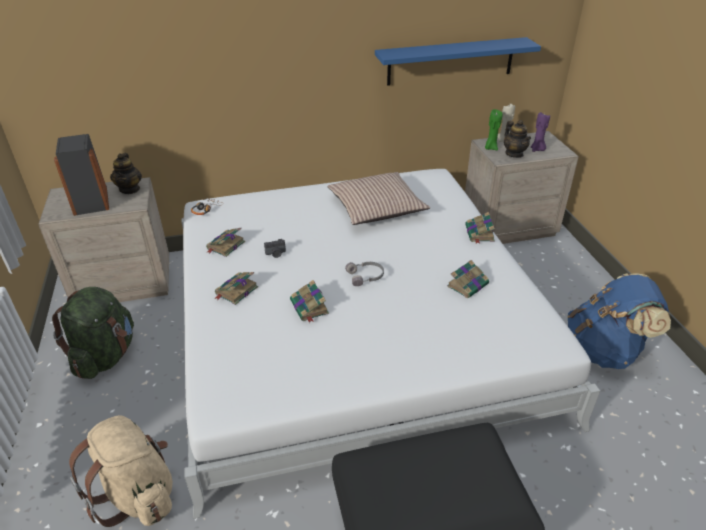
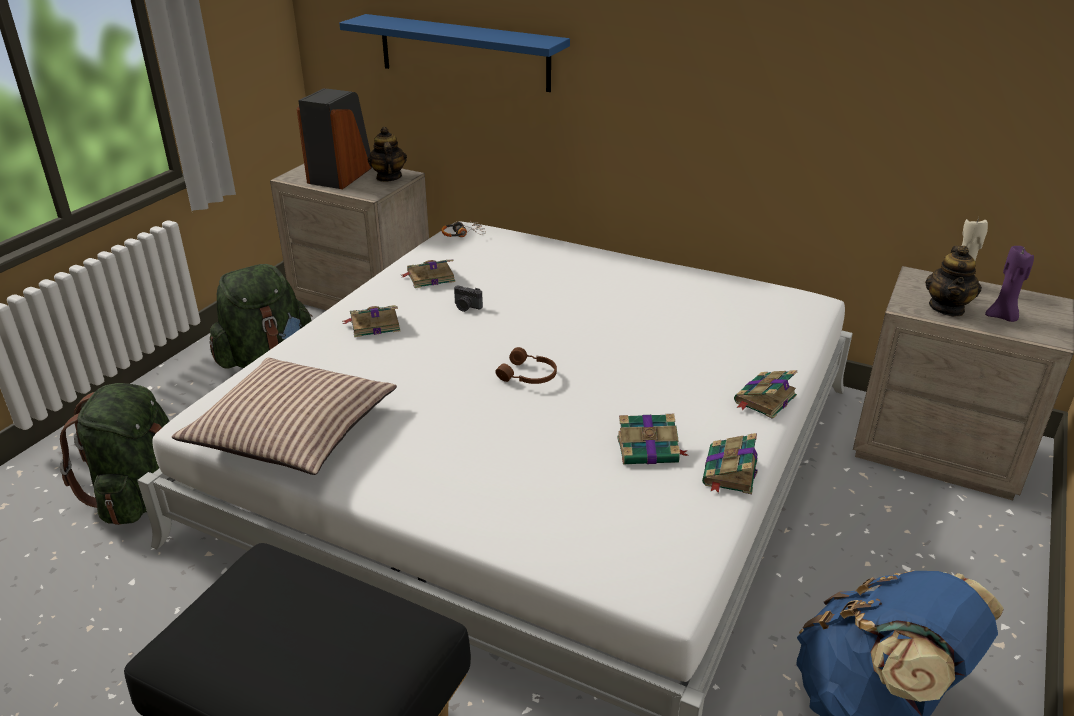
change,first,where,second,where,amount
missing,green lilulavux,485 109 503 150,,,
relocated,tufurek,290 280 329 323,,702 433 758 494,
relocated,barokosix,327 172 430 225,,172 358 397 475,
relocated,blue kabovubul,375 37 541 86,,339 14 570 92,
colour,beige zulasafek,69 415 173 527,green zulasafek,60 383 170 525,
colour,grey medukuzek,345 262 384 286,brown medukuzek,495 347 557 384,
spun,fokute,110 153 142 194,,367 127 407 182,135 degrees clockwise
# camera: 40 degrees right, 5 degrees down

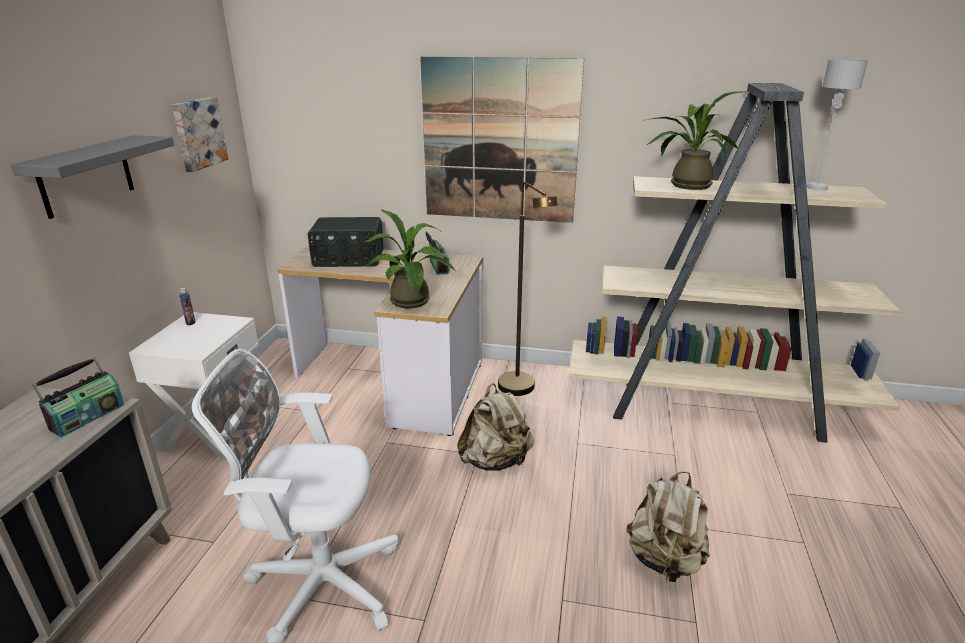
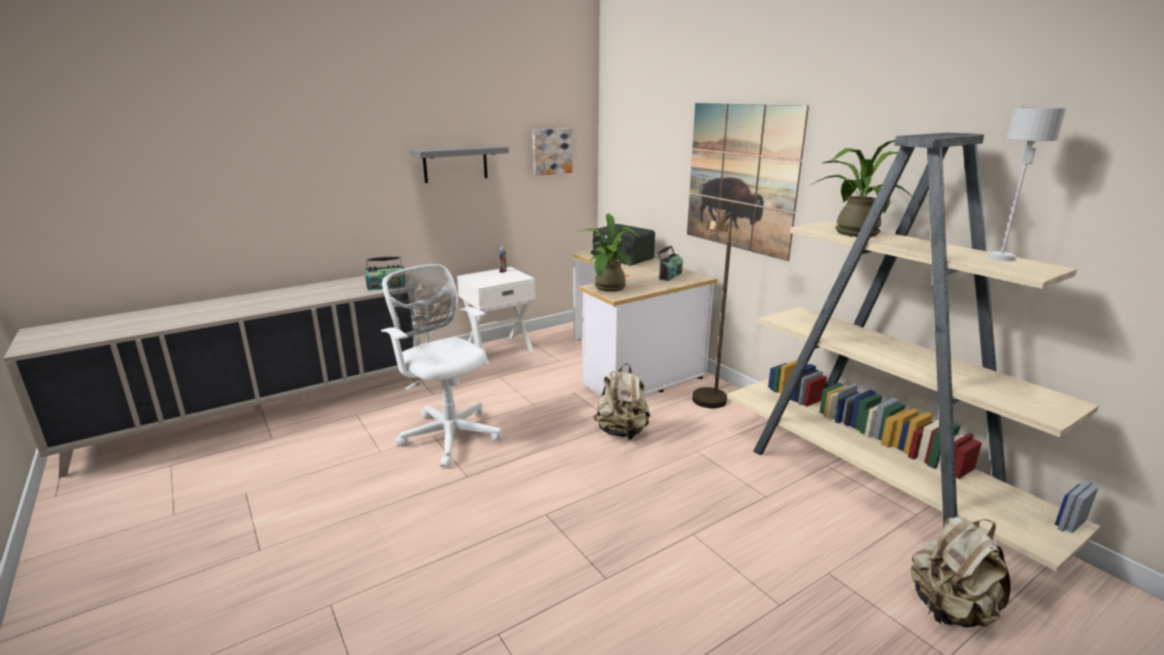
change,first,where,second,where,amount
relocated,beige zulasafek,627 472 710 582,,911 517 1010 627,
# camera: 45 degrees right, 5 degrees down

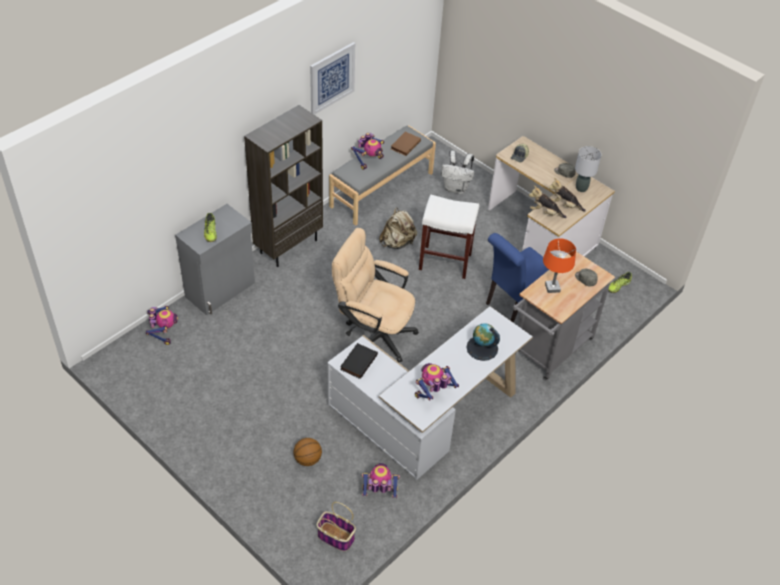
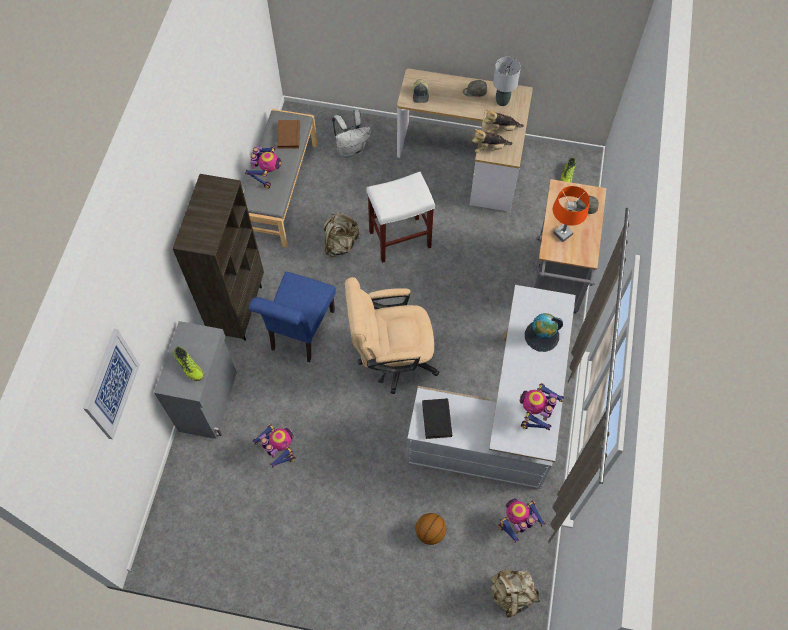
change,first,where,second,where,amount
relocated,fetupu,146 306 178 345,,253 424 295 468,
relocated,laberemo,310 42 355 115,,83 329 140 439,
relocated,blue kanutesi,486 233 549 323,,249 271 336 362,
exchanged,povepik,317 502 356 551,beige zulasafek,490 570 540 618,
# camera: 30 degrees left, 15 degrees up

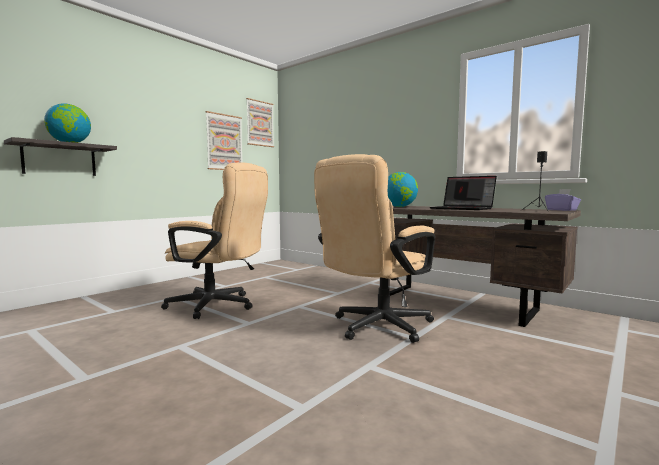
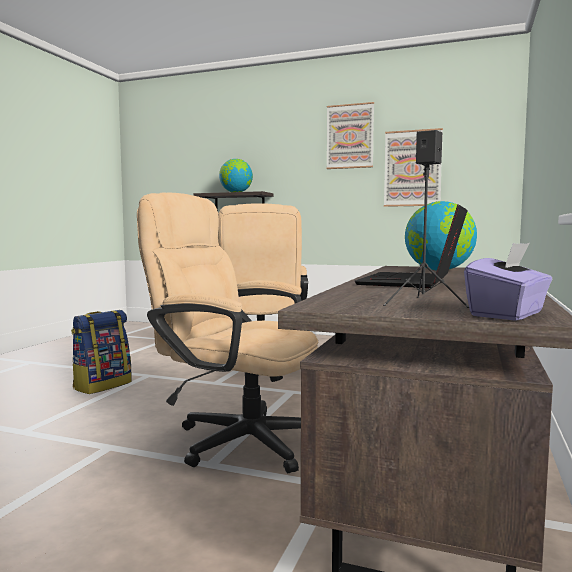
change,first,where,second,where,amount
appeared,,,zulasafek,71 310 132 394,
relocated,laberemo,246 98 274 147,,326 102 374 169,
# camera: 70 degrees right, 0 degrees up

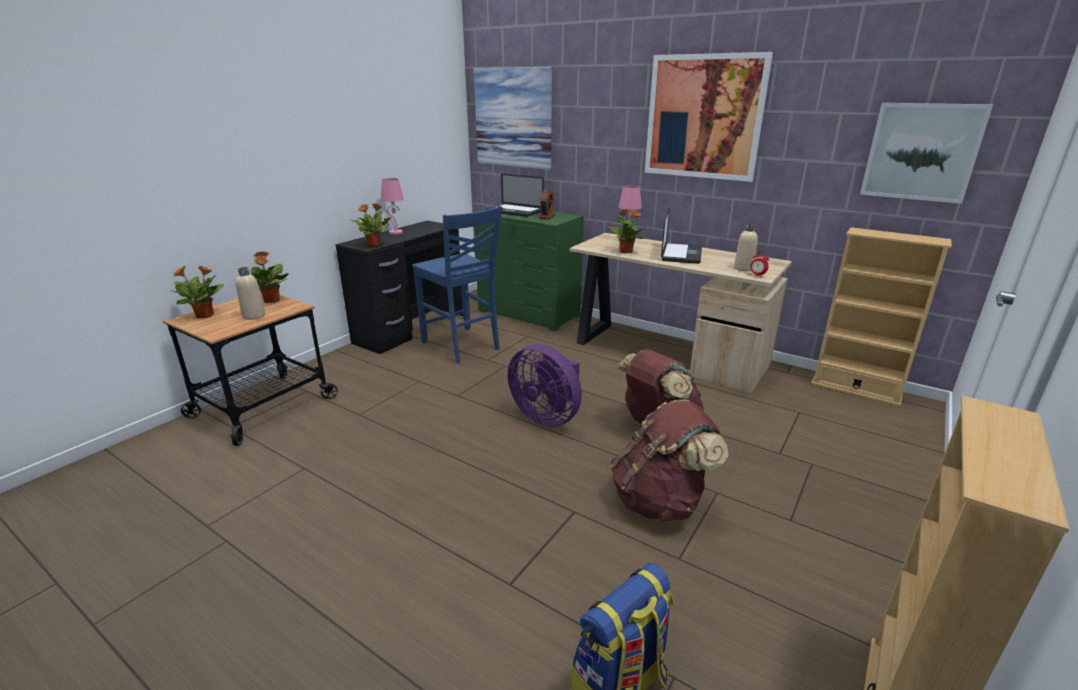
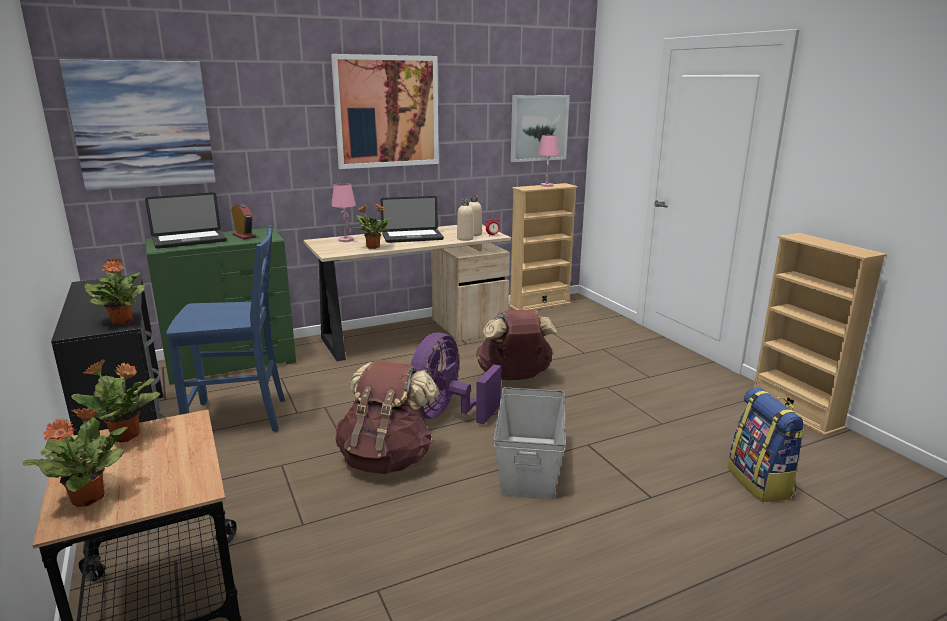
change,first,where,second,where,amount
appeared,,,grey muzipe,494 387 566 499,
relocated,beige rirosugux,236 267 265 320,,457 200 474 241,
relocated,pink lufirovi,381 178 404 235,,538 135 559 187,
relocated,brown zulasafek,610 400 729 522,,335 360 437 474,
spun,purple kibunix,508 344 582 427,,411 333 501 424,135 degrees clockwise
spun,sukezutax,661 208 702 264,,380 196 444 243,120 degrees clockwise
# camera: 60 degrees left, 5 degrees down

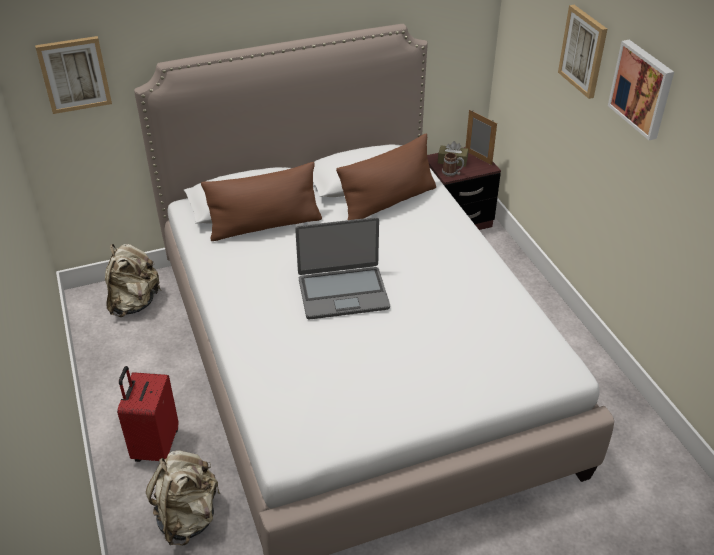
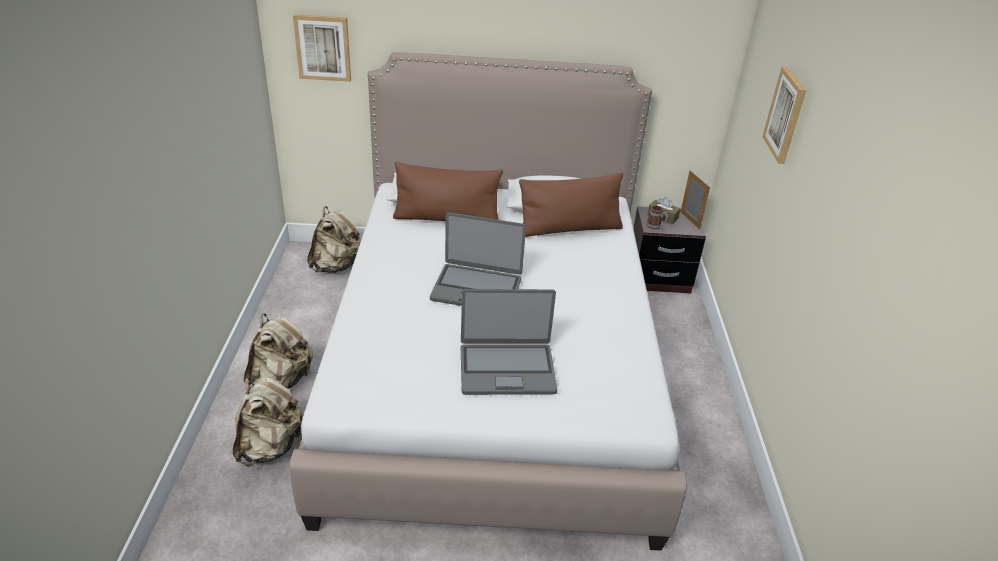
change,first,where,second,where,amount
missing,laberemo,608 40 674 140,,,
appeared,,,sukezutax,461 289 557 395,
exchanged,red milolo,117 366 178 462,beige zulasafek,244 313 313 389,
# camera: 20 degrees right, 5 degrees down

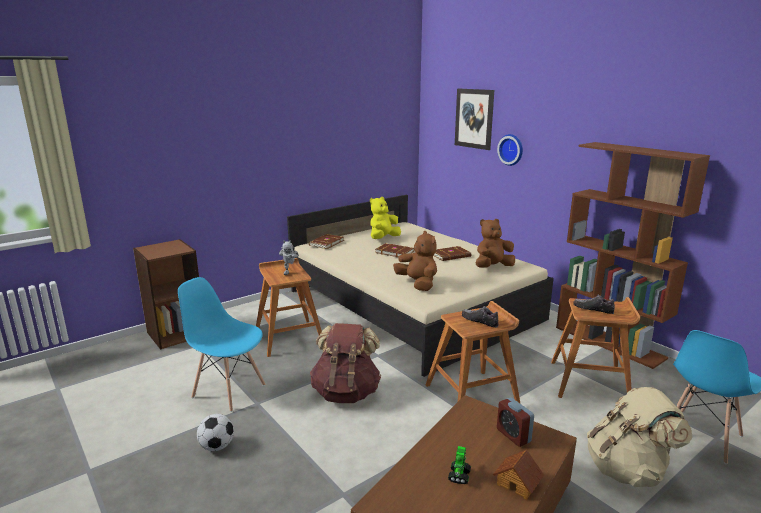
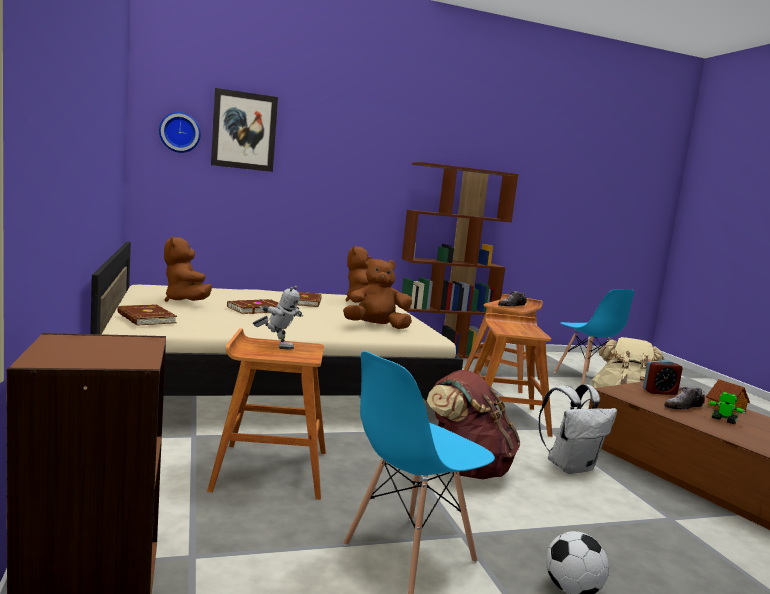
change,first,where,second,where,amount
appeared,,,white zulasafek,538 384 617 474,
relocated,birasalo,462 306 499 328,,664 387 705 410,
relocated,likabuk,497 134 523 166,,159 112 201 153,
colour,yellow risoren,370 197 401 239,brown risoren,164 236 212 302,
# camera: 70 degrees left, 10 degrees down

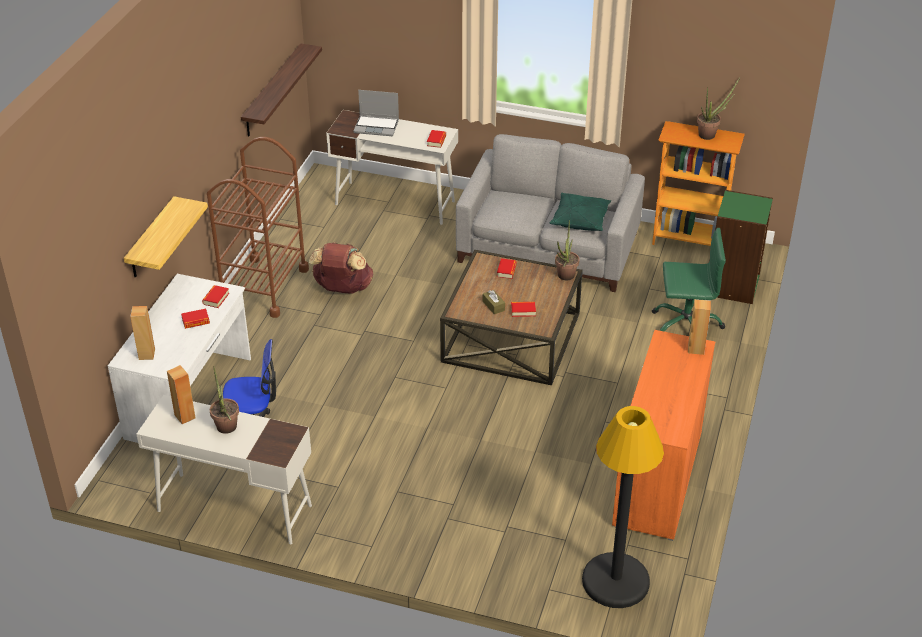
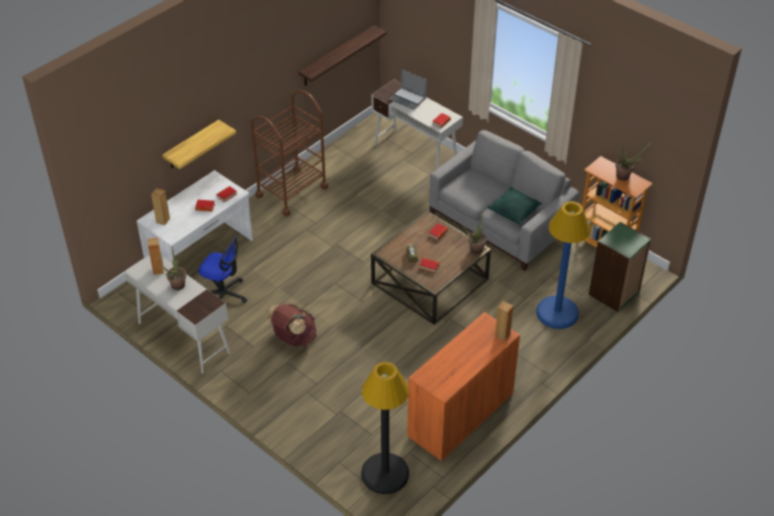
change,first,where,second,where,amount
relocated,brown zulasafek,309 242 373 294,,264 304 317 346,
exchanged,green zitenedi,652 228 726 332,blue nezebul,536 201 590 329,
# camera: 25 degrees right, 5 degrees up

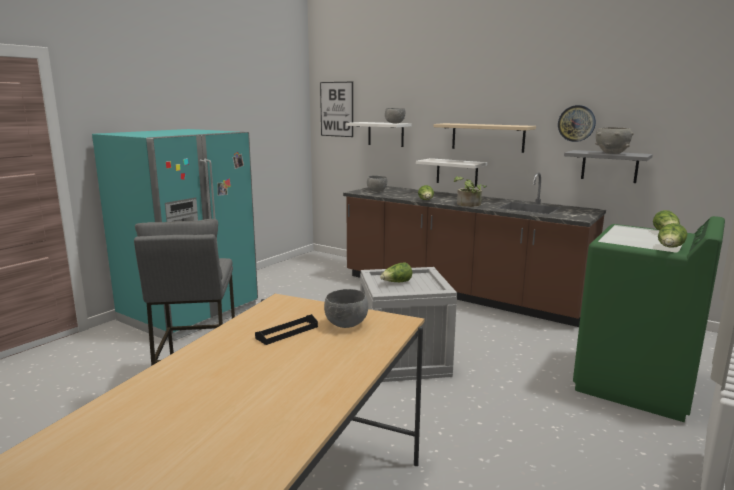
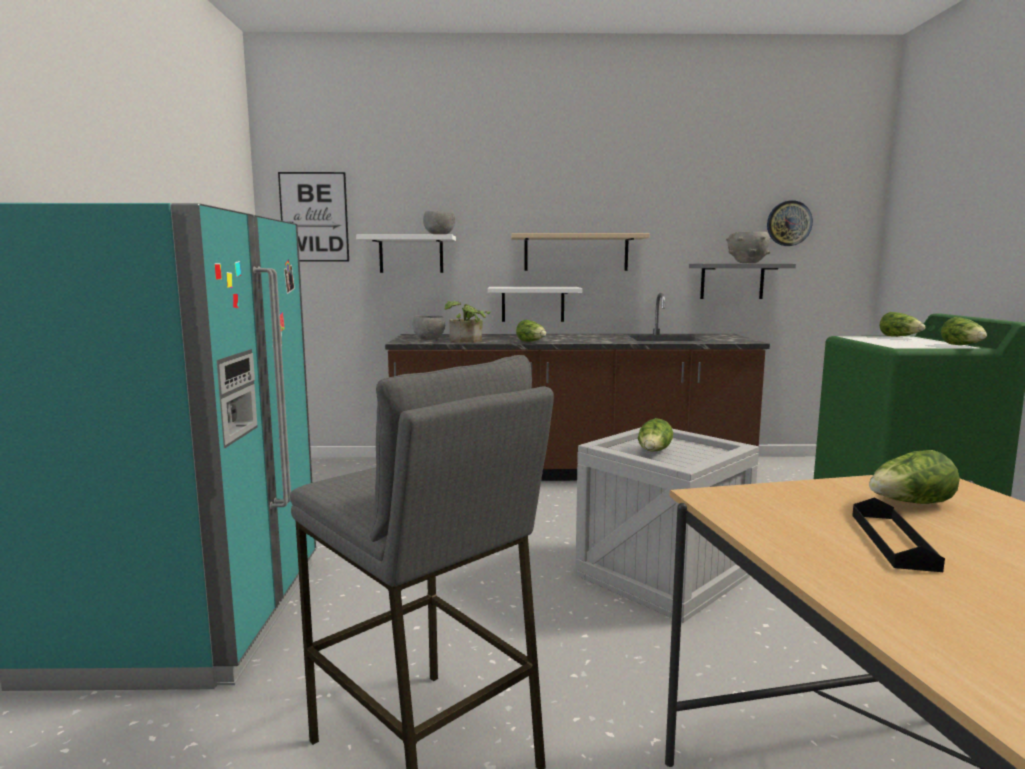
change,first,where,second,where,amount
relocated,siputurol,454 176 486 207,,445 301 491 343,
relocated,likabuk,558 105 596 142,,767 200 813 246,
exchanged,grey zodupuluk,324 289 368 328,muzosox,869 450 960 504,
# camera: 35 degrees left, 5 degrees down

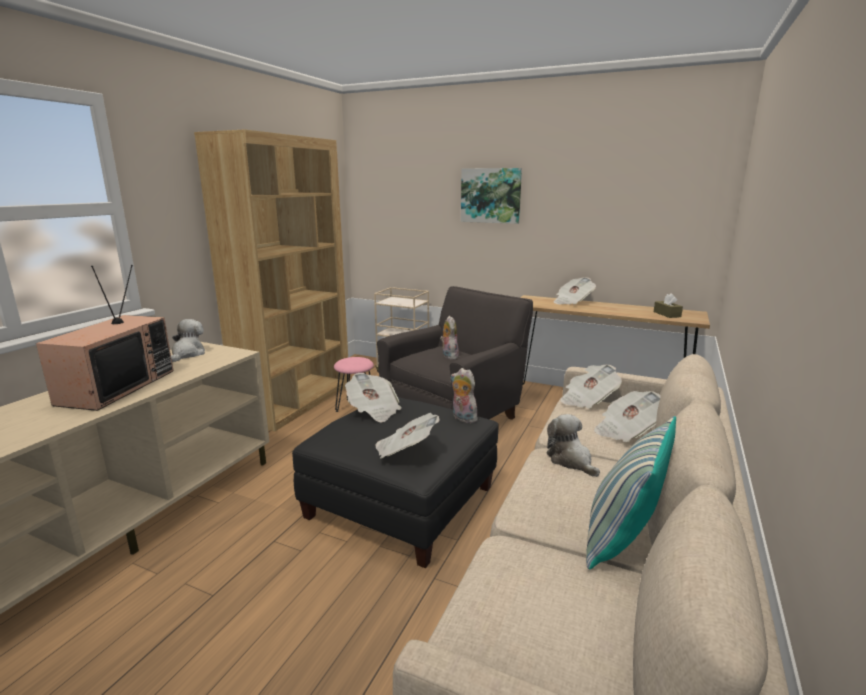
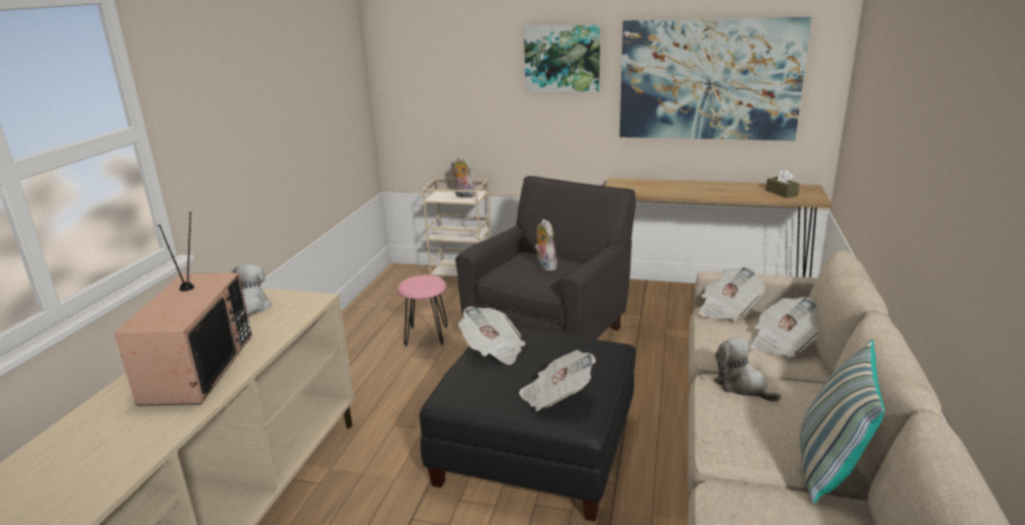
change,first,where,second,where,amount
missing,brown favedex,194 129 349 431,,,
missing,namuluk,554 277 596 305,,,
appeared,,,laberemo,620 17 812 141,
relocated,risoren,451 368 481 423,,451 156 475 198,
# camera: 10 degrees left, 5 degrees up

